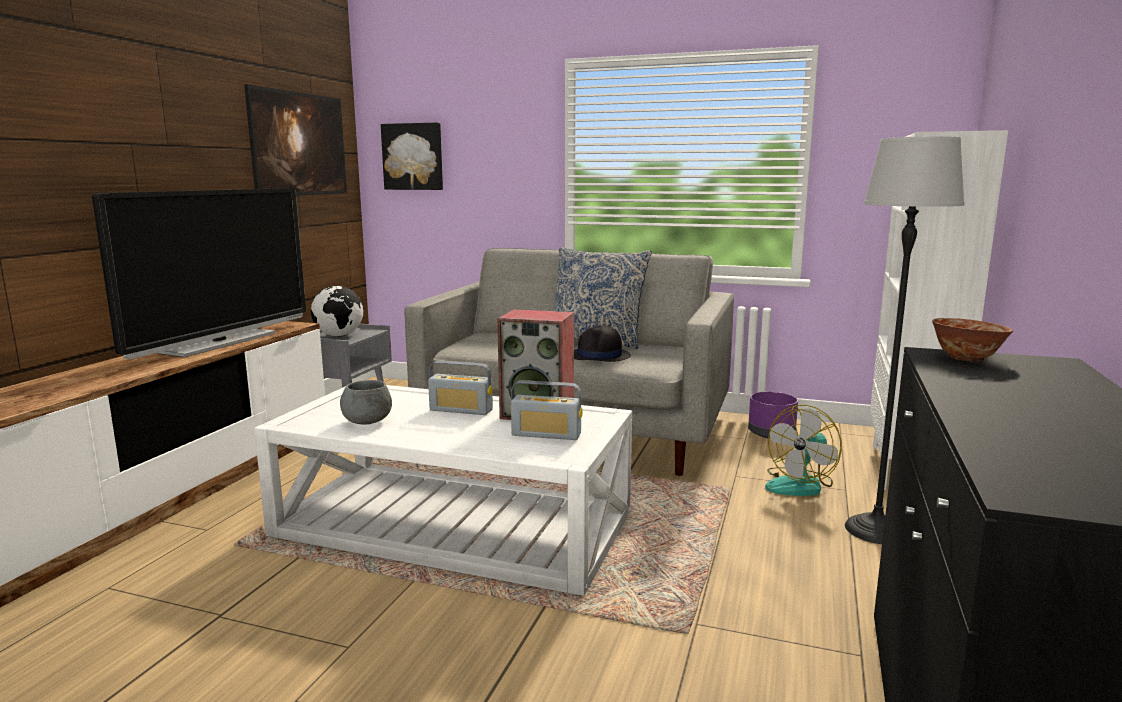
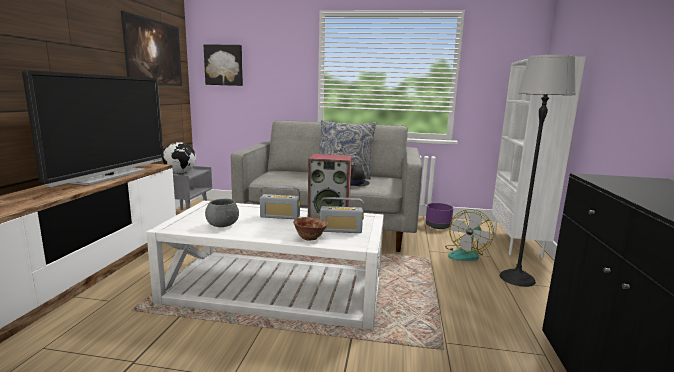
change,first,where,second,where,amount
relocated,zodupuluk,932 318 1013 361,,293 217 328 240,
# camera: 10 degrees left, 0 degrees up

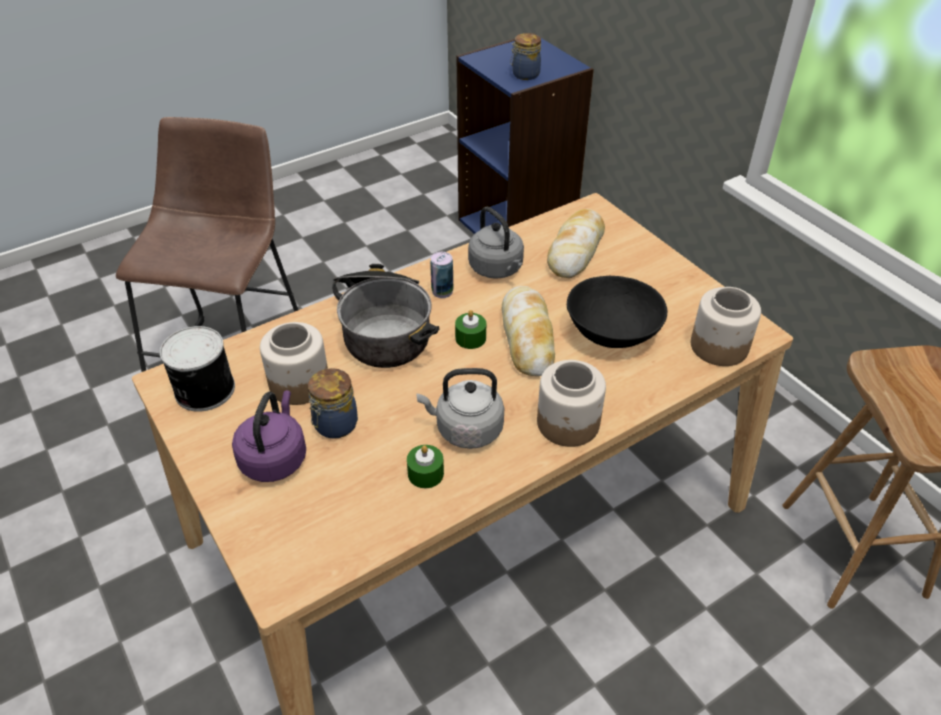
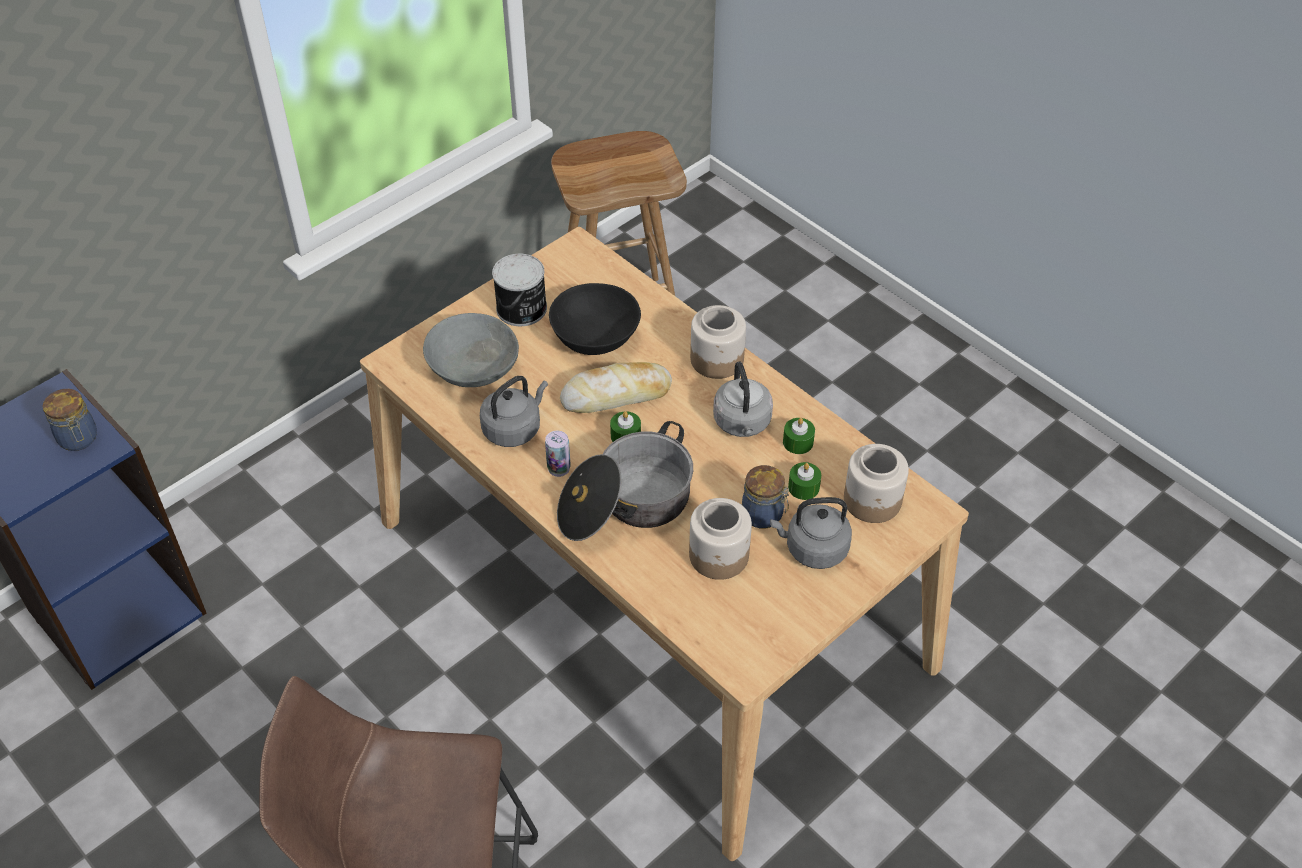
change,first,where,second,where,amount
appeared,,,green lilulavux,788 462 821 500,
relocated,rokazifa,160 326 235 412,,492 254 547 326,
relocated,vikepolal,691 287 761 366,,844 444 909 523,
exchanged,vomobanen,547 209 605 278,grey zodupuluk,423 313 519 387,
colour,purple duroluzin,232 390 306 482,grey duroluzin,770 497 852 569,
# camera: 100 degrees left, 5 degrees up

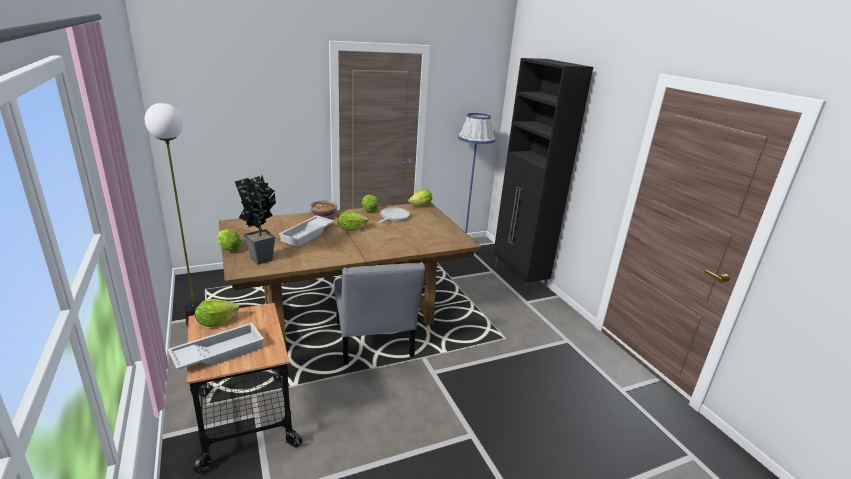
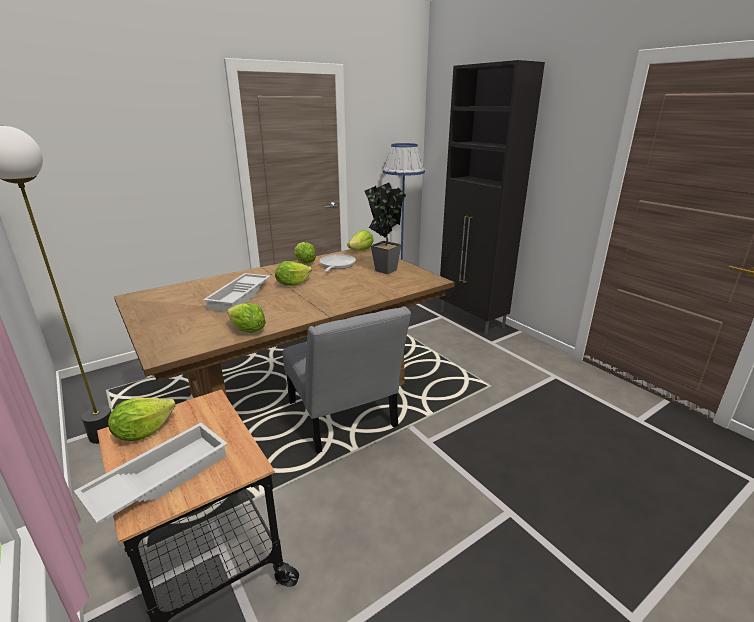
change,first,where,second,where,amount
missing,zodupuluk,310 200 337 218,,,
relocated,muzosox,218 229 242 251,,227 303 266 333,
relocated,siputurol,235 176 276 264,,365 183 406 274,
# camera: 10 degrees left, 0 degrees up

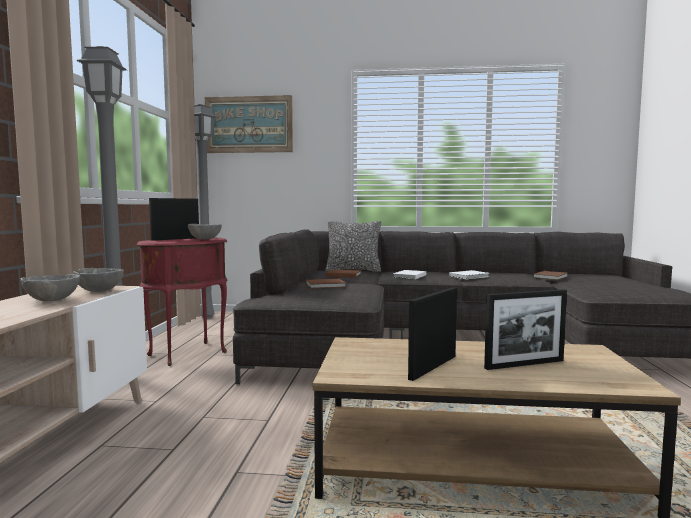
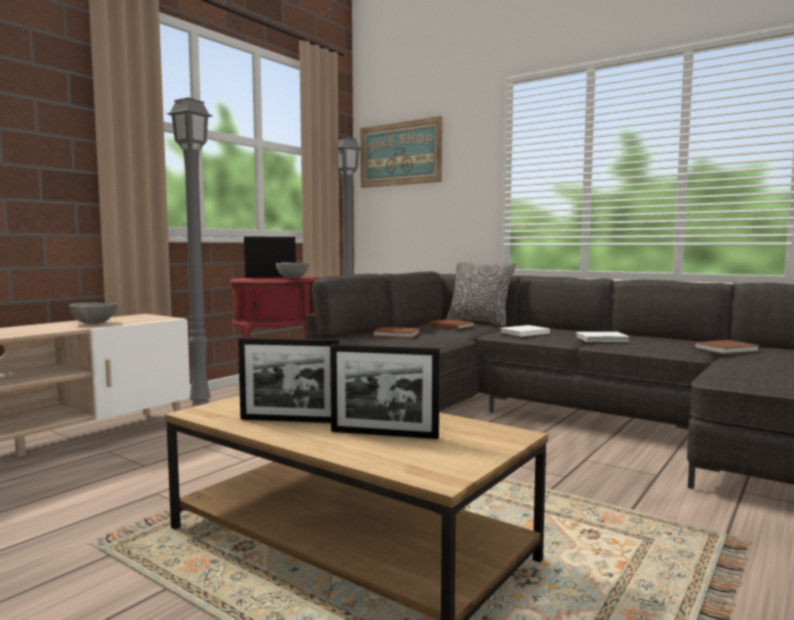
change,first,where,second,where,amount
missing,grey zodupuluk,73 268 124 292,,,
spun,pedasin,408 287 457 381,,238 338 340 423,150 degrees counterclockwise
# camera: 30 degrees right, 0 degrees up

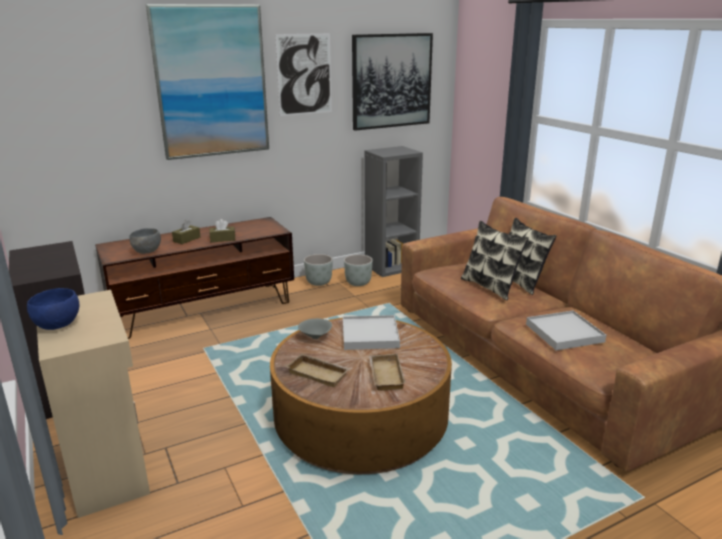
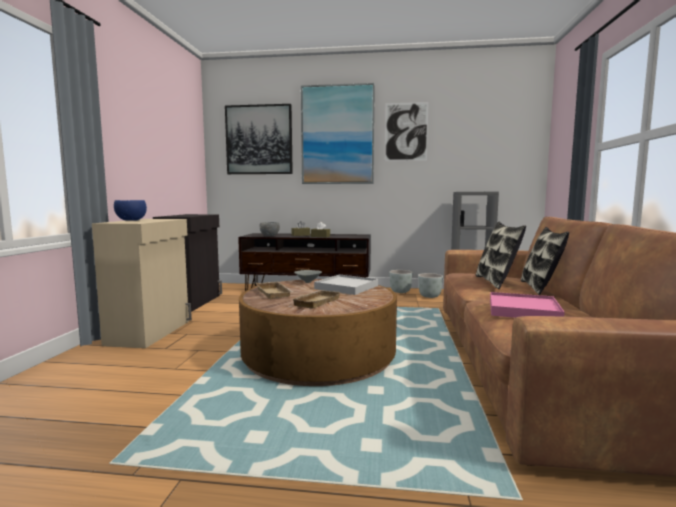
change,first,where,second,where,amount
relocated,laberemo,352 33 433 131,,225 104 293 174,
colour,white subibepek,526 311 606 350,pink subibepek,490 292 565 318,
# camera: 35 degrees right, 15 degrees down

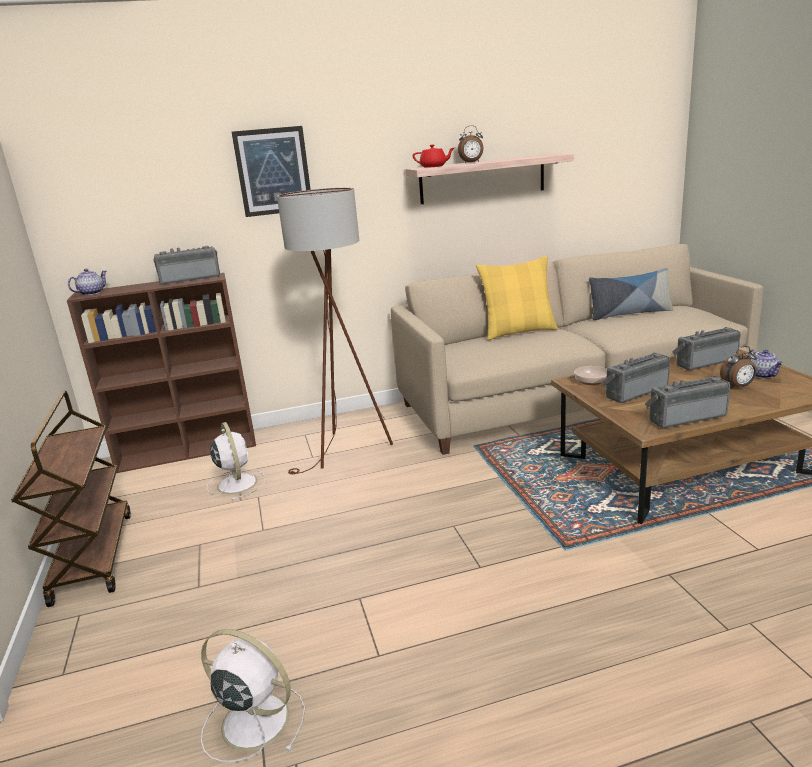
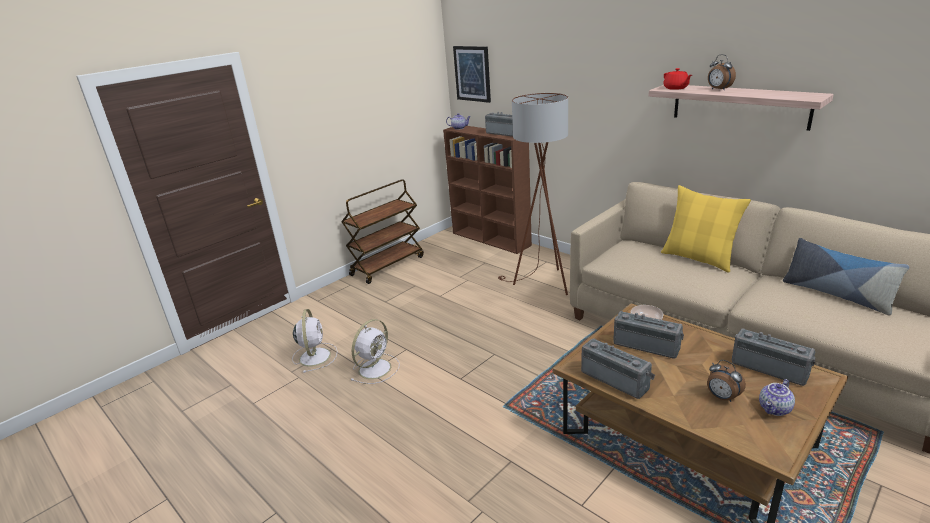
change,first,where,second,where,amount
relocated,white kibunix,207 422 266 500,,350 319 399 384,
relocated,laberemo,232 126 311 217,,453 46 491 103,
# camera: 60 degrees right, 5 degrees up

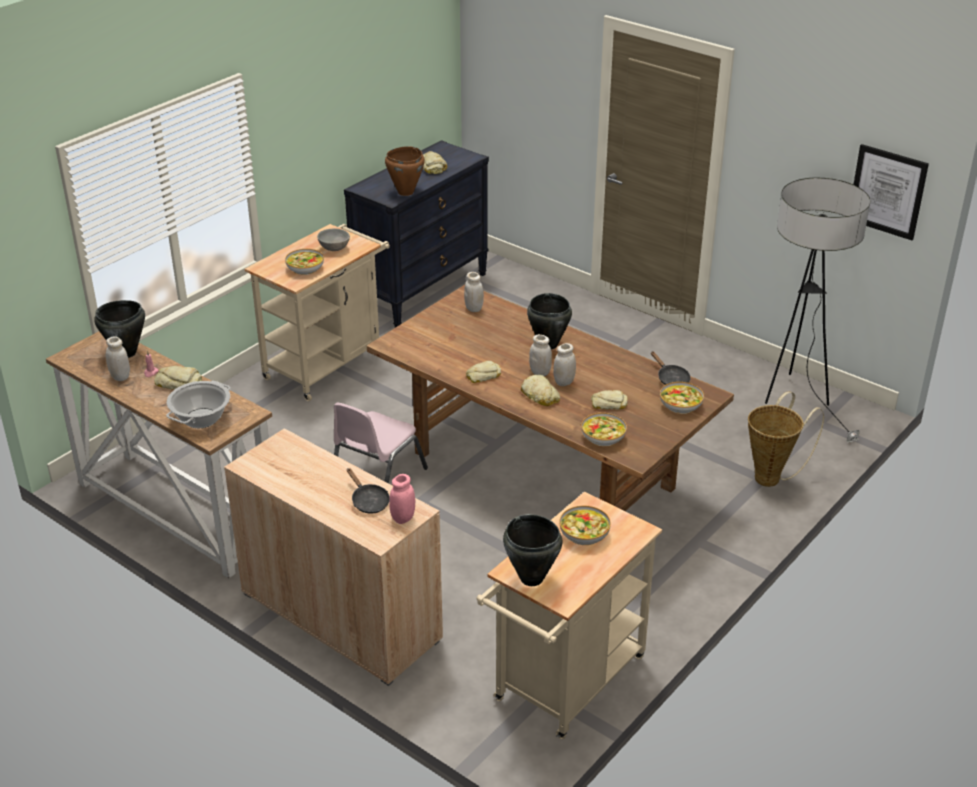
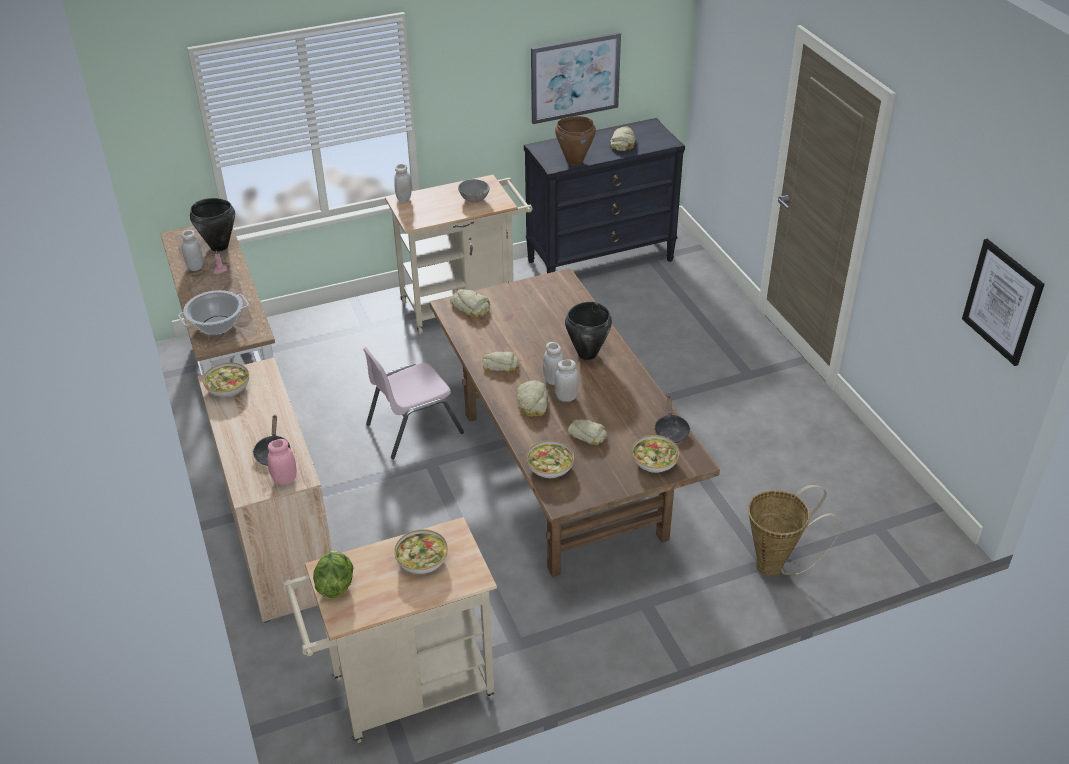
change,first,where,second,where,amount
missing,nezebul,765 178 870 443,,,
appeared,,,laberemo,531 32 621 124,
relocated,vomobanen,154 366 202 390,,450 289 490 317,
relocated,zodupuluk,285 249 324 275,,203 362 249 397,
relocated,white vikepolal,464 272 484 312,,394 164 412 202,
exchanged,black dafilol,503 514 563 586,muzosox,313 551 353 598,
# camera: 30 degrees right, 5 degrees up

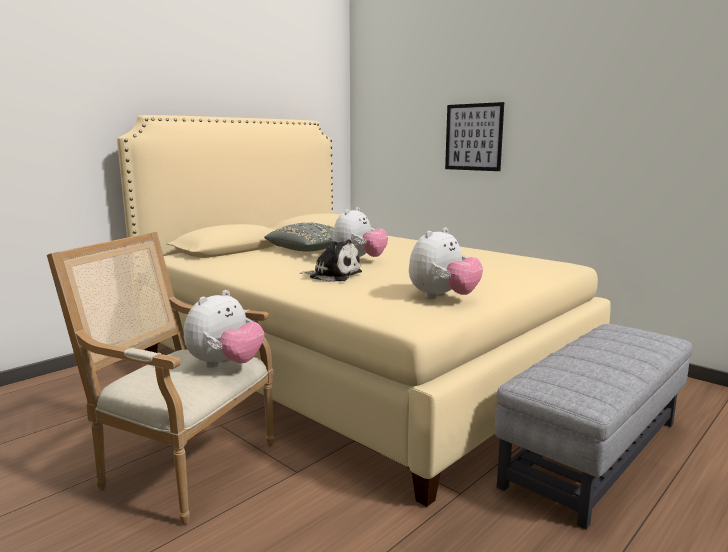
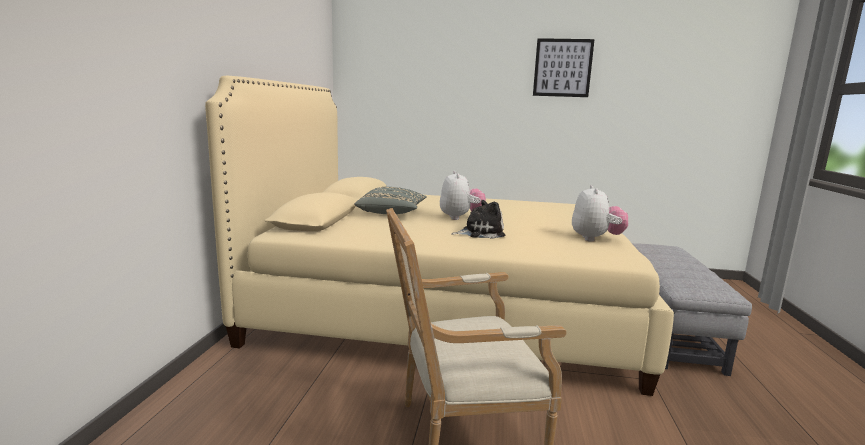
change,first,where,second,where,amount
missing,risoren,184 290 264 368,,,
relocated,laberemo,445 102 504 171,,533 38 595 97,
# camera: 35 degrees left, 0 degrees up

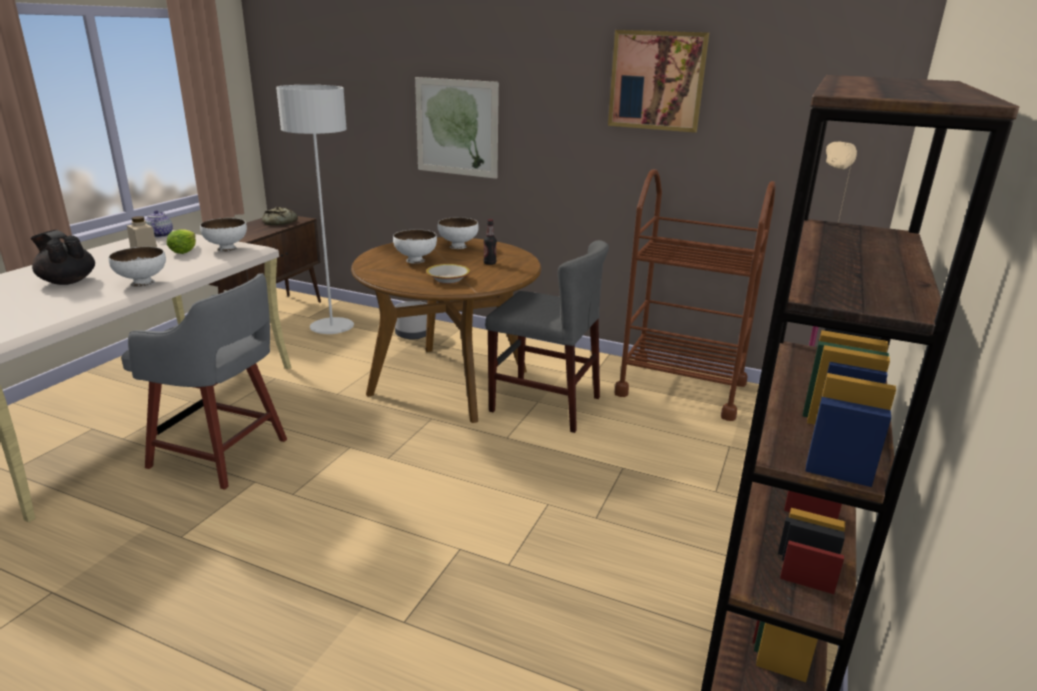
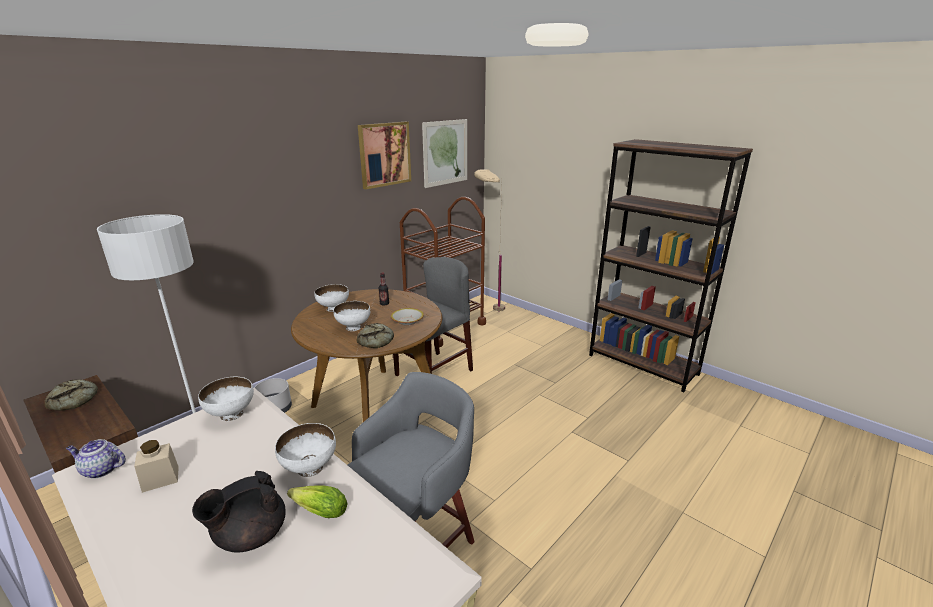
change,first,where,second,where,amount
appeared,,,vomobanen,357 323 394 348,
relocated,muzosox,167 229 196 254,,287 485 348 518,
relocated,laberemo,415 77 499 179,,422 119 467 188,
# camera: 70 degrees left, 0 degrees up

